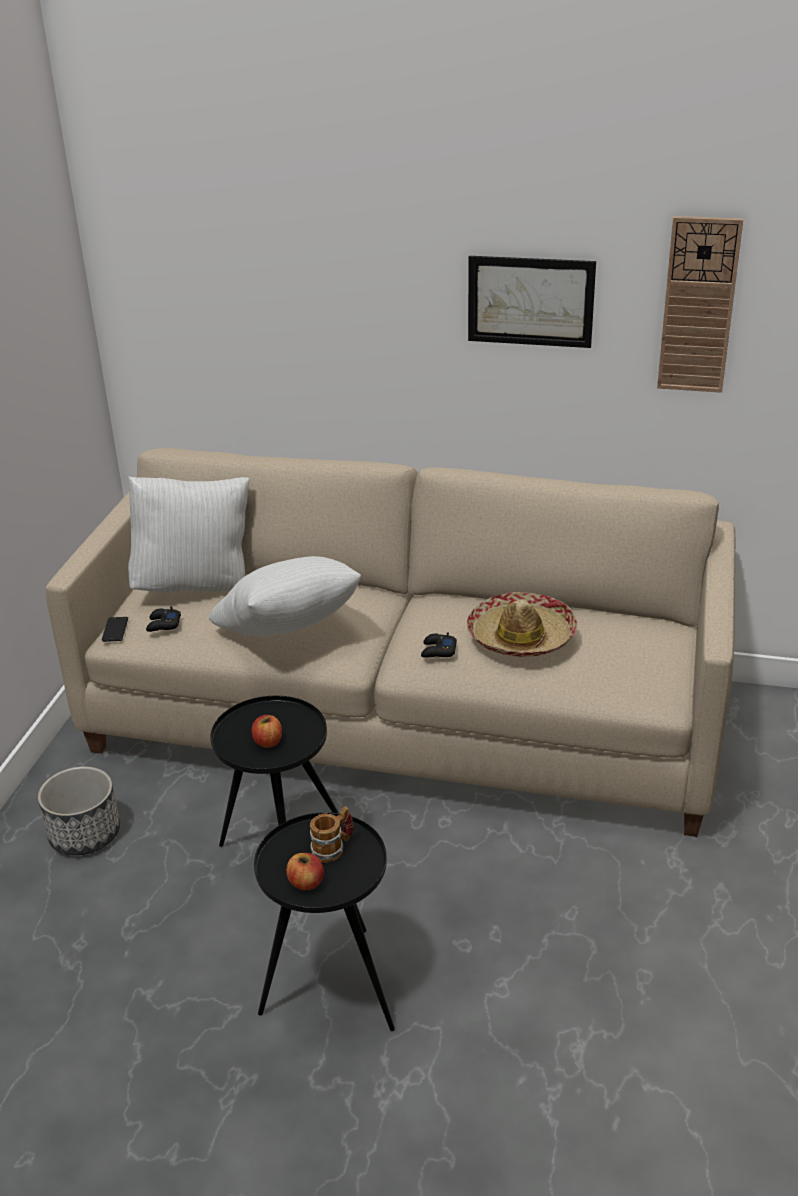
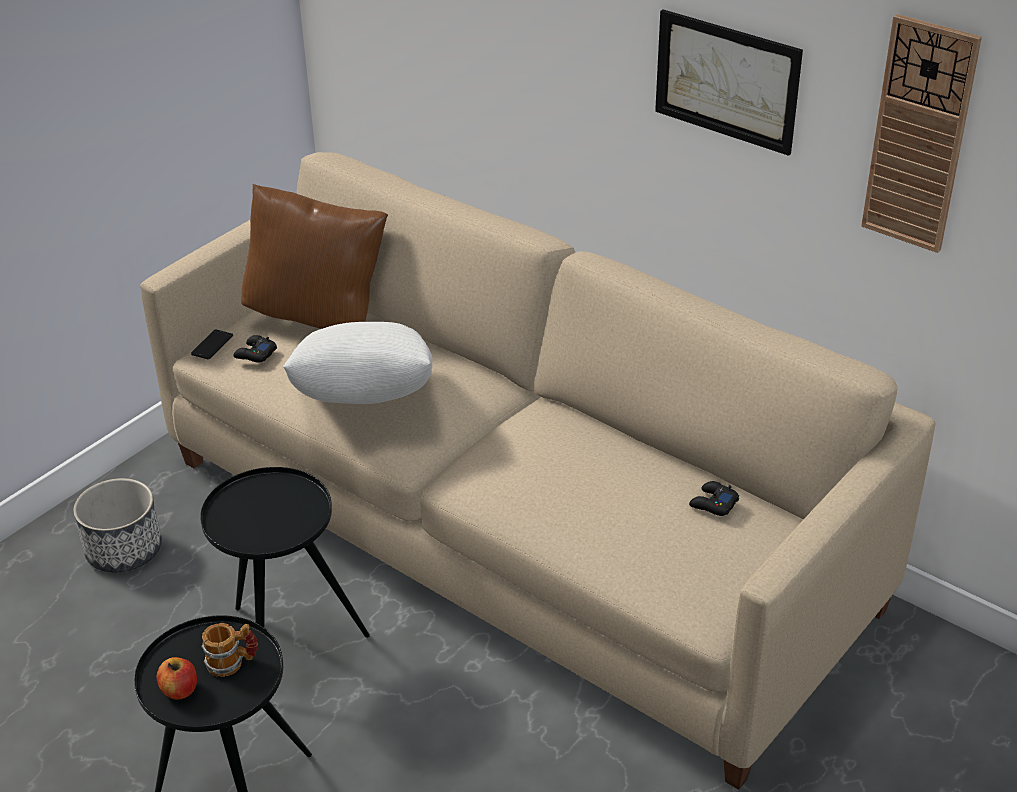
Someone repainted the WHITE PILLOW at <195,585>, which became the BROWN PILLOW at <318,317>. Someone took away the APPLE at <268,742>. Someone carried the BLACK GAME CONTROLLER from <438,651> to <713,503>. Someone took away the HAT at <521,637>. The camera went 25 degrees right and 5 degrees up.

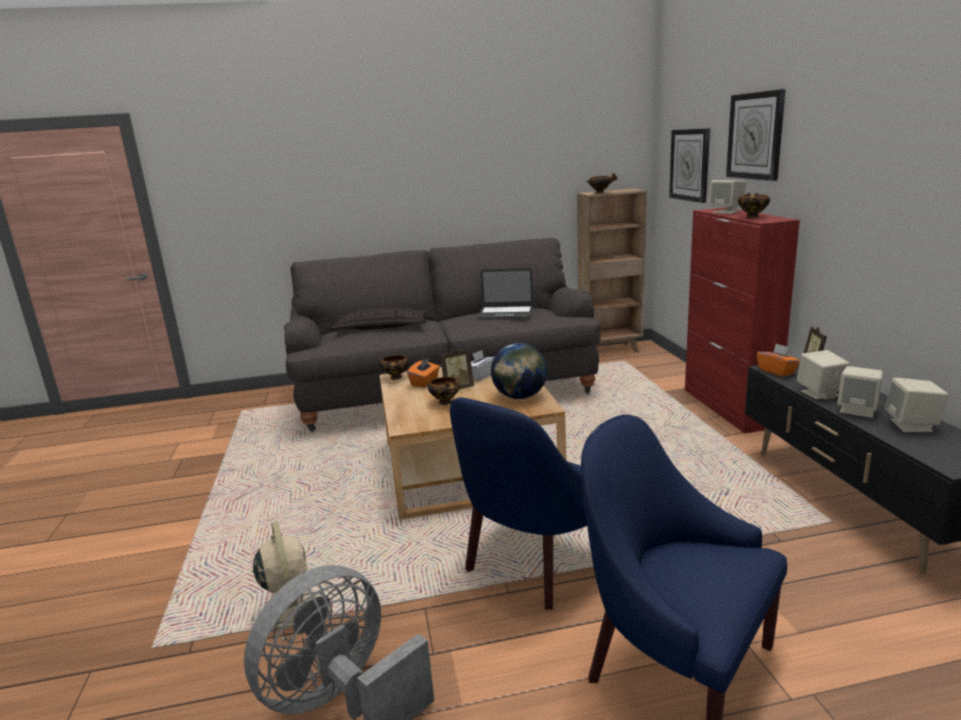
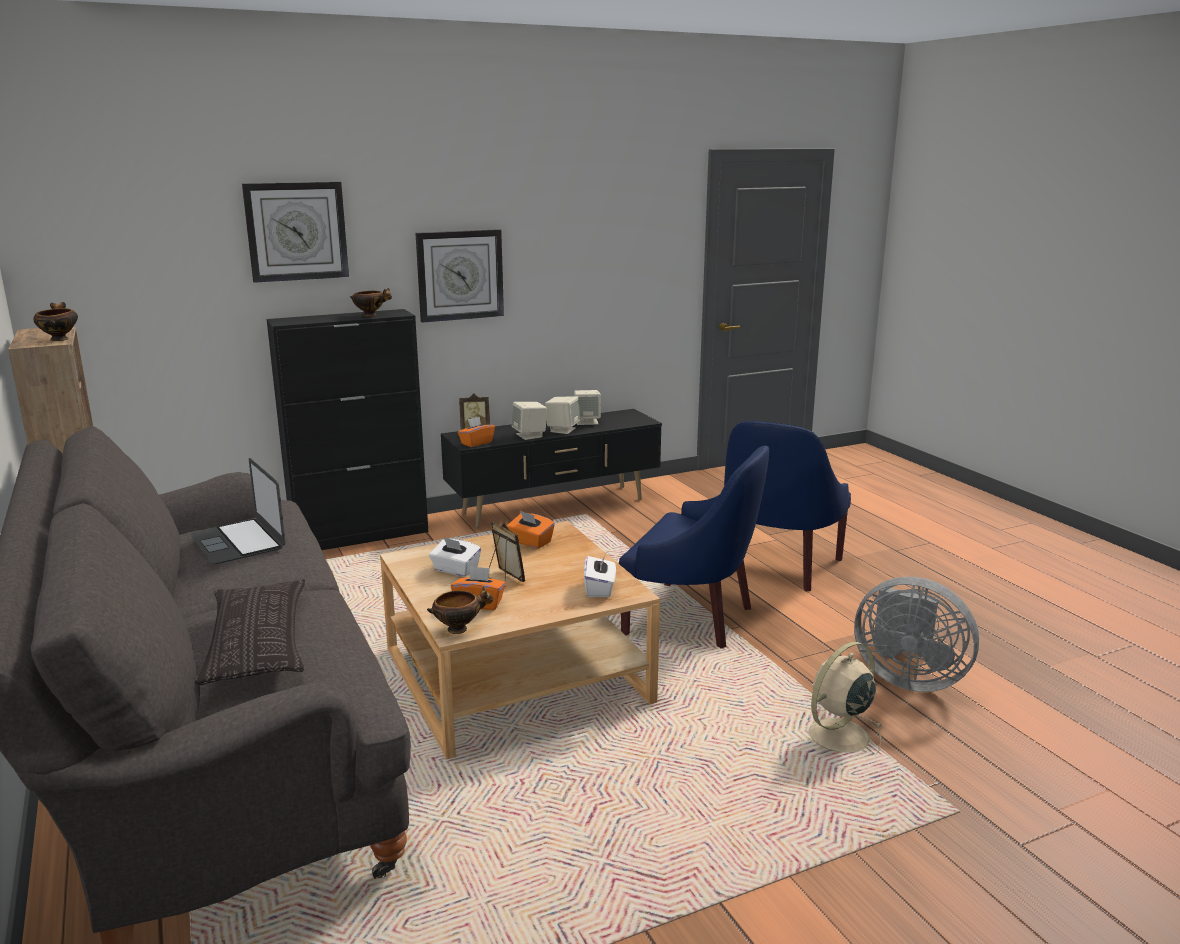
Someone took away the BOWL at <446,403>. Someone rotated the LAPTOP at <505,312> by 150 degrees clockwise. Someone swapped the GLOBE at <520,397> for the ORANGE TISSUE BOX at <530,542>. Someone carried the WALL CLOCK from <690,165> to <460,275>. Someone repainted the RED CABINET at <728,408>, which became the BLACK CABINET at <361,535>. Someone took away the BEIGE SPEAKER at <726,212>. Someone put down the WHITE TISSUE BOX at <600,589>. The camera went 105 degrees left and 0 degrees up.

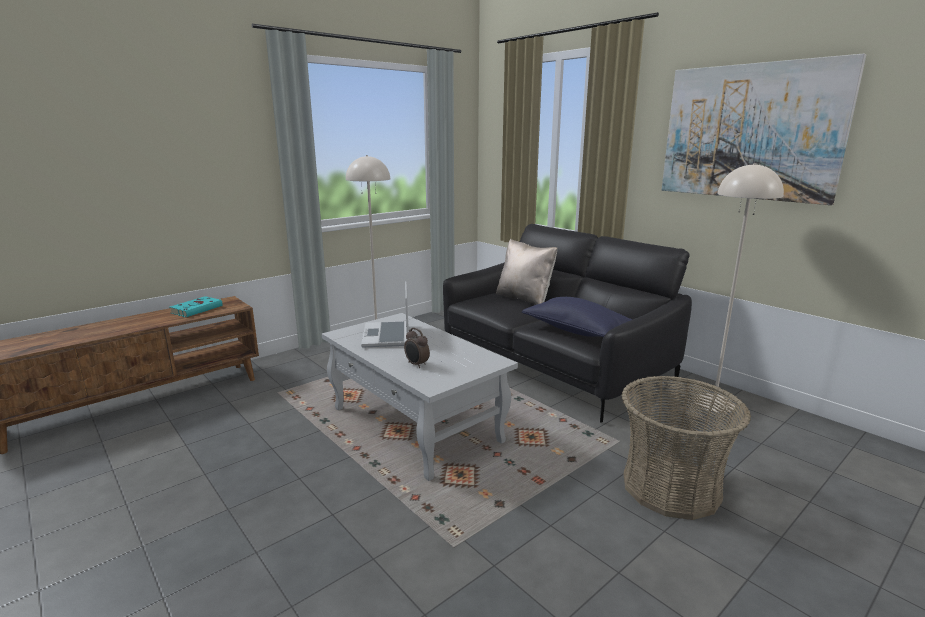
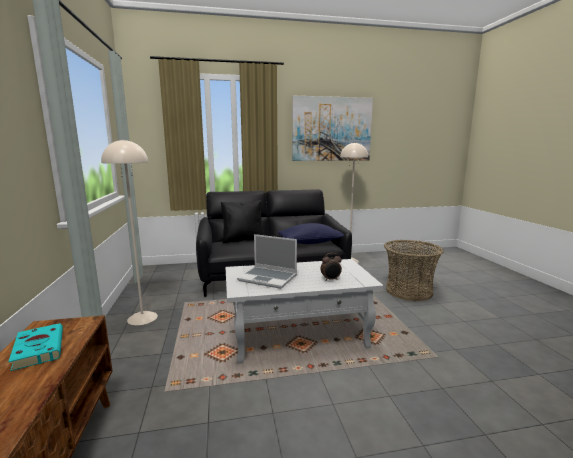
Someone repainted the BEIGE PILLOW at <524,298>, which became the BLACK PILLOW at <243,240>. The camera went 60 degrees left and 5 degrees down.

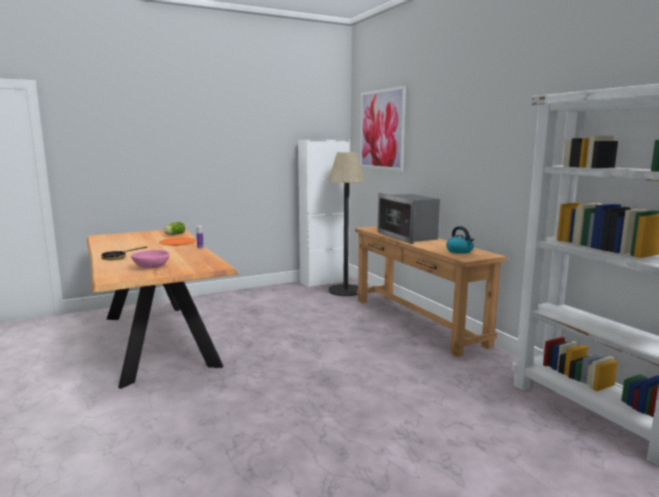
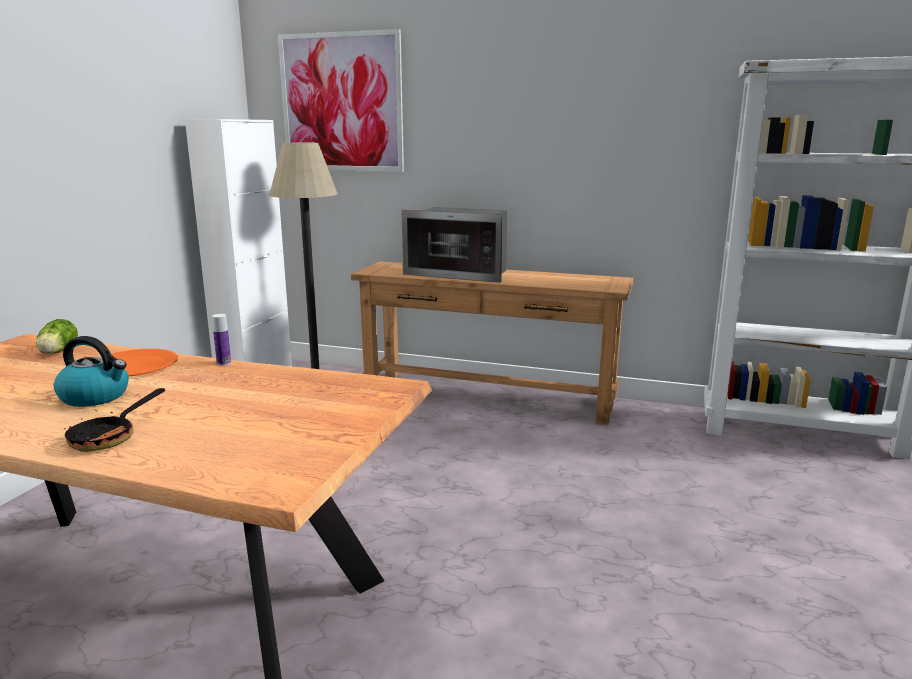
Someone took away the PINK BOWL at <151,267>. Someone carried the KETTLE from <460,251> to <96,396>. The camera went 45 degrees left and 5 degrees up.

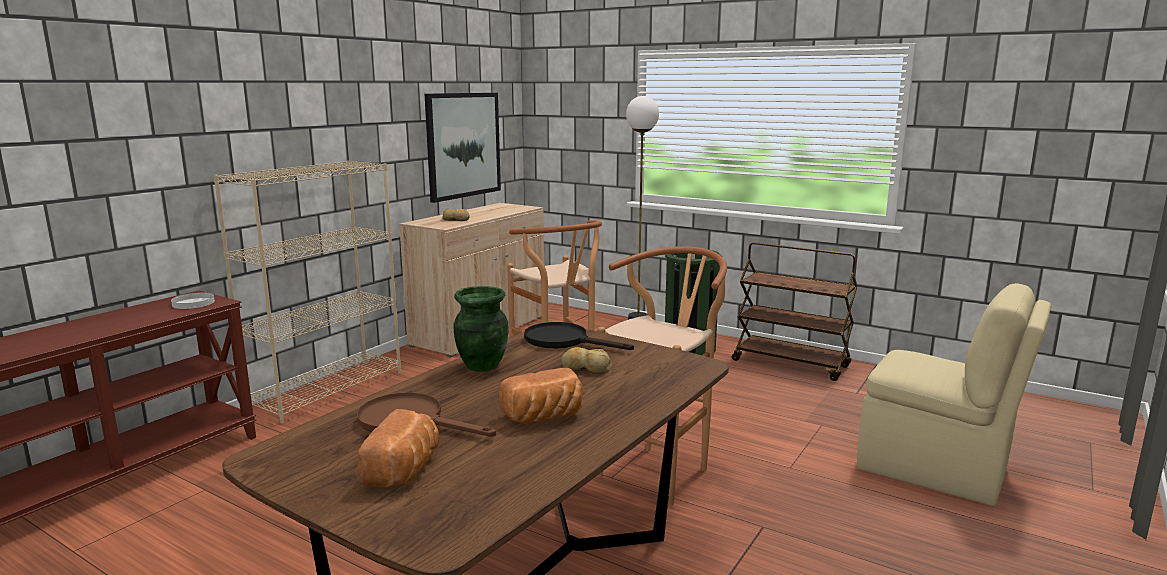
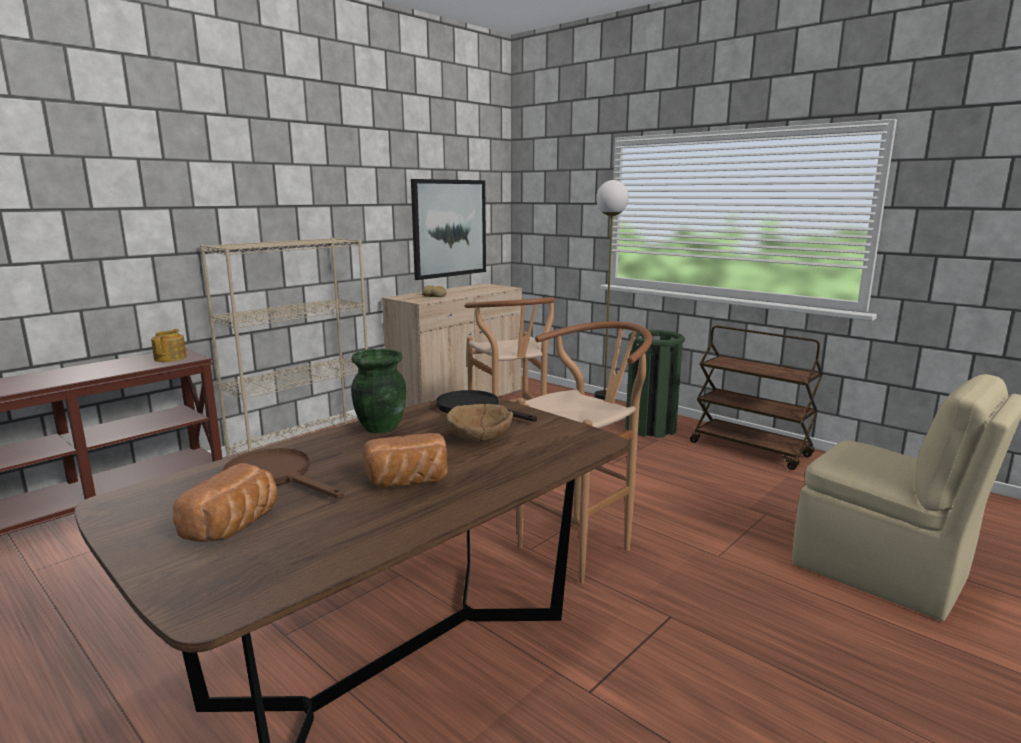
Someone swapped the WHITE PLATE at <193,303> for the TEAPOT at <171,358>. Someone swapped the BREAD at <585,368> for the BROWN BOWL at <479,437>. The camera went 10 degrees right and 0 degrees up.

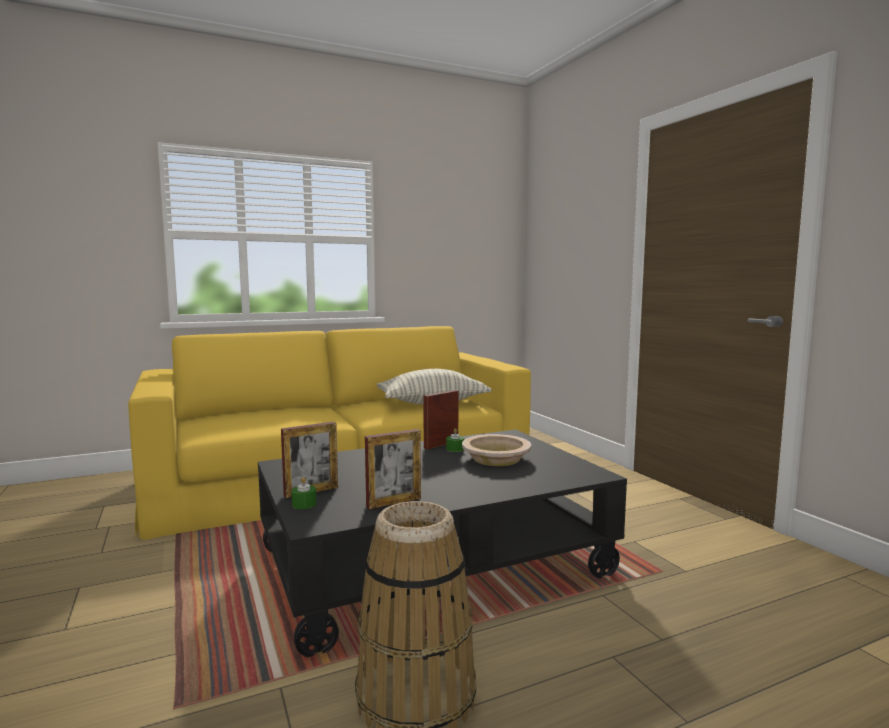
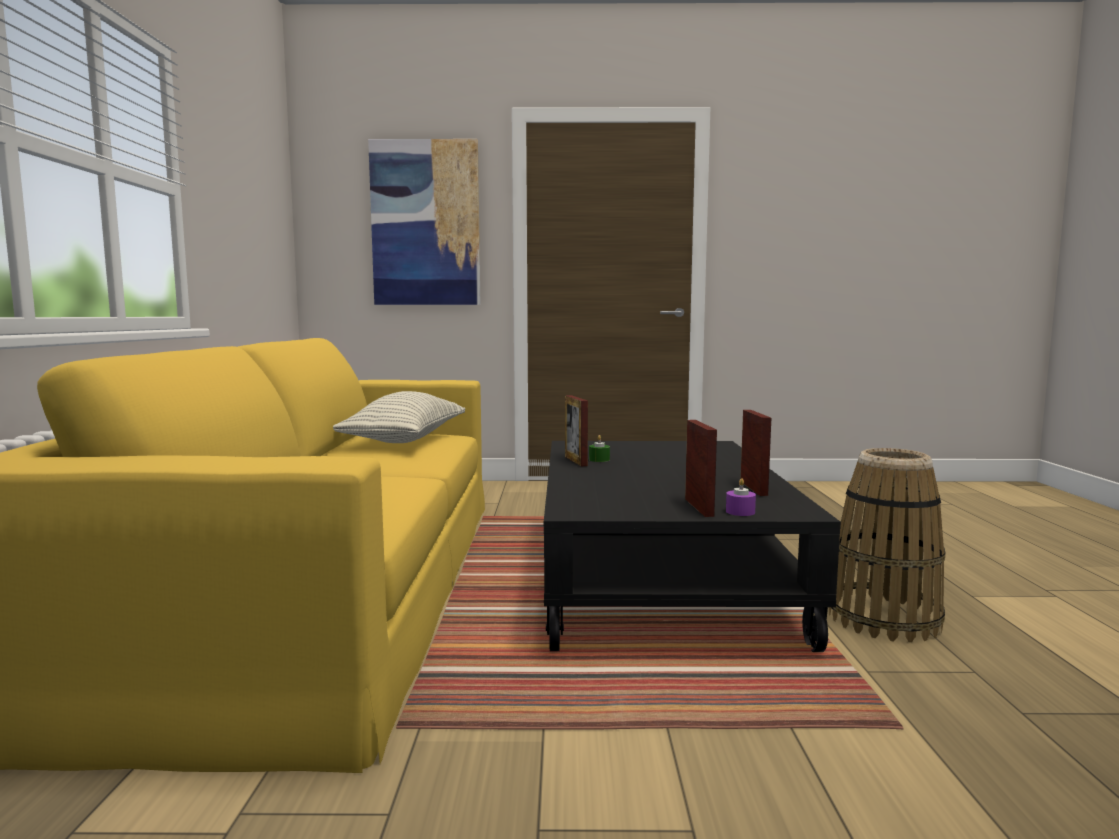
Someone repainted the GREEN CANDLE at <304,504>, which became the PURPLE CANDLE at <740,512>. Someone took away the BEIGE BOWL at <496,458>. Someone put up the PICTURE at <426,224>. The camera went 65 degrees left and 0 degrees up.

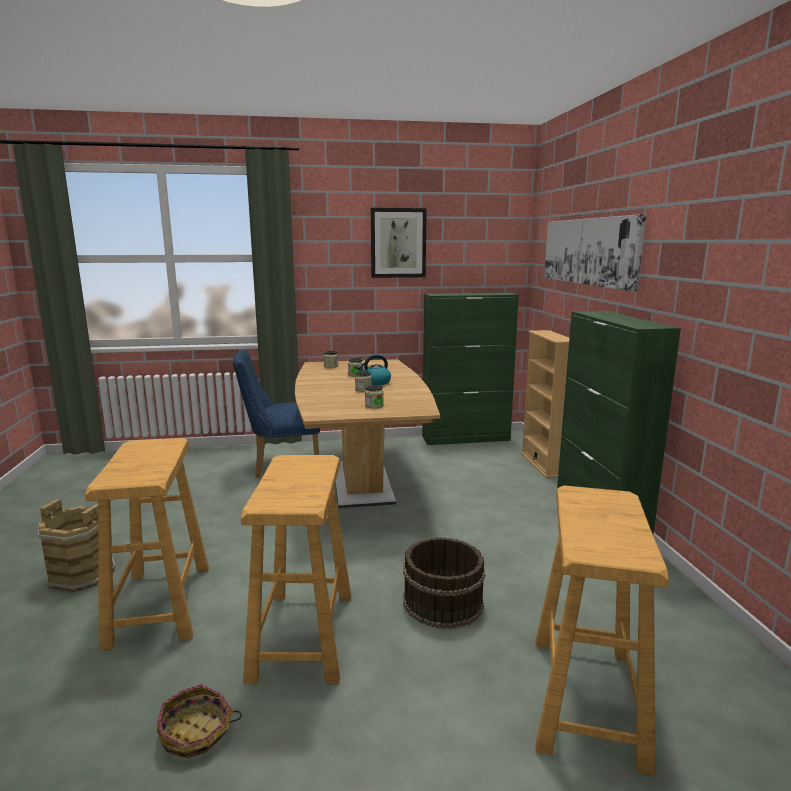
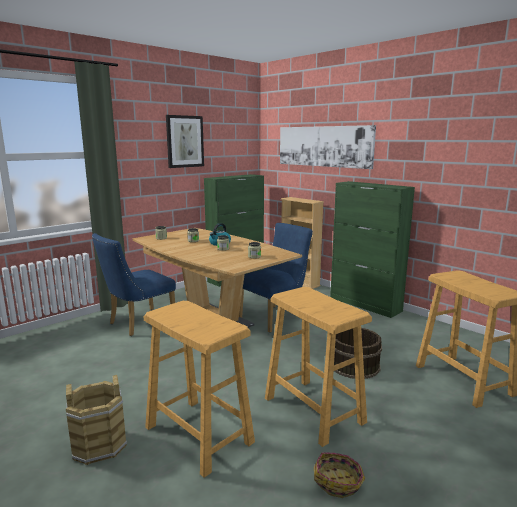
Someone put down the BLUE CHAIR at <275,317>. The camera went 35 degrees left and 0 degrees up.

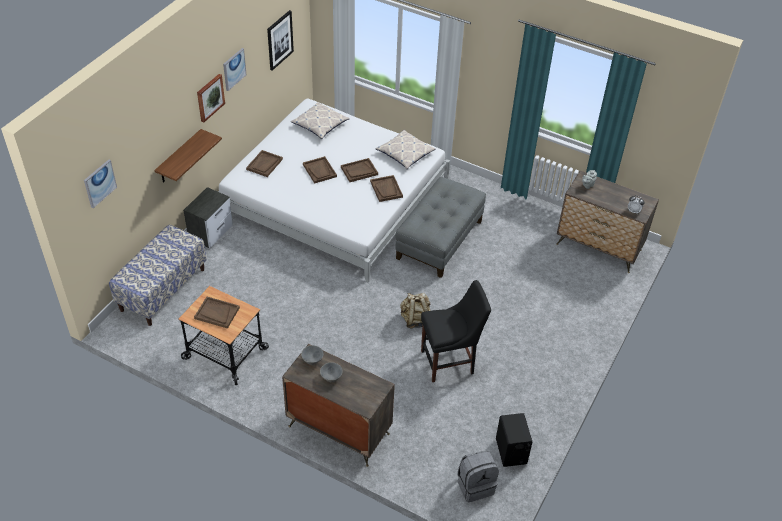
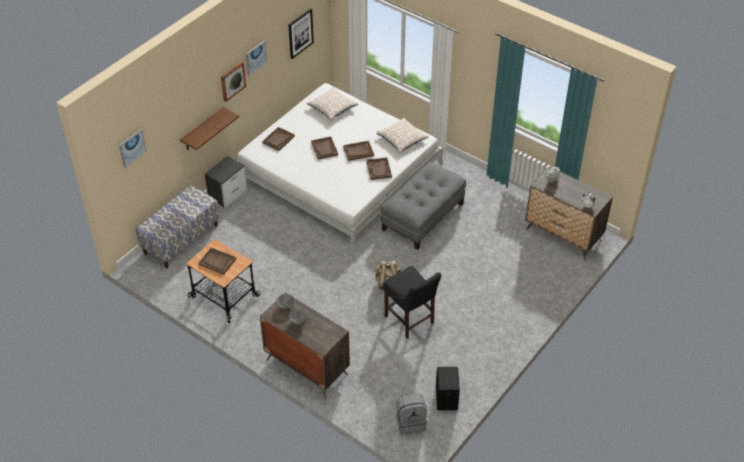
Someone rotated the BLACK CHAIR at <450,362> by 60 degrees clockwise. The camera went 10 degrees right and 0 degrees up.

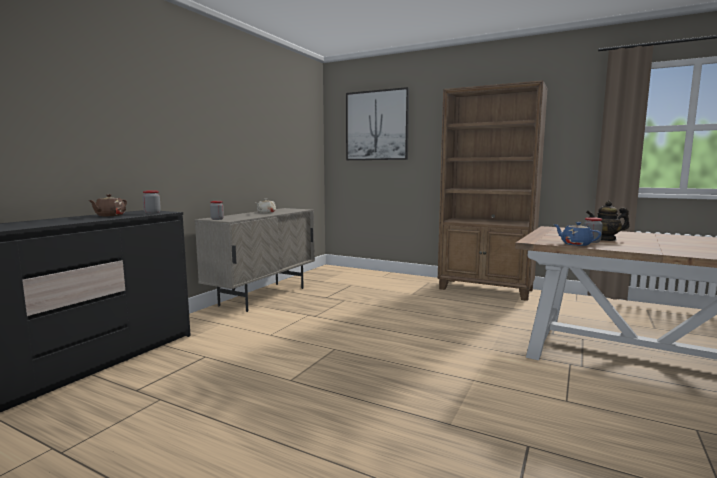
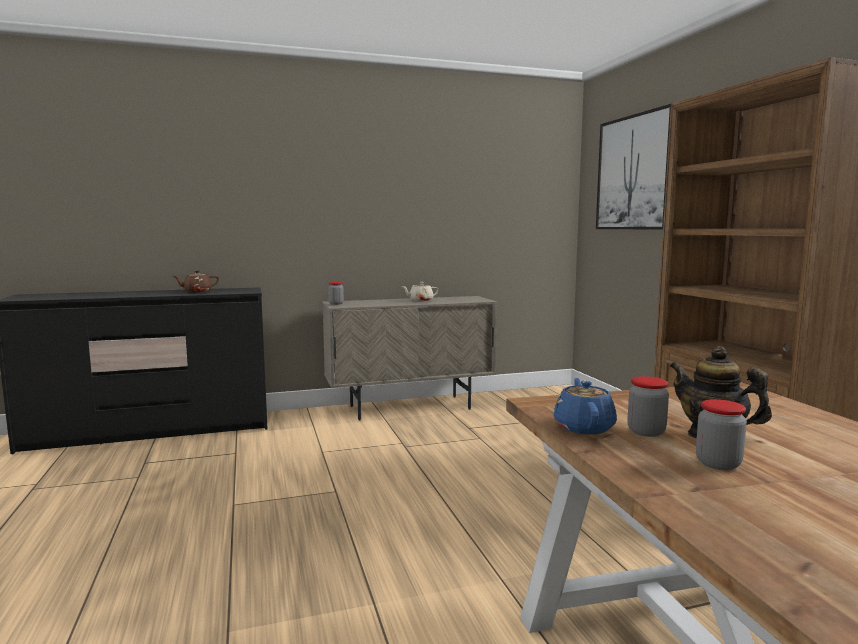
Someone carried the JAR from <152,213> to <718,464>. The camera went 45 degrees right and 0 degrees up.

